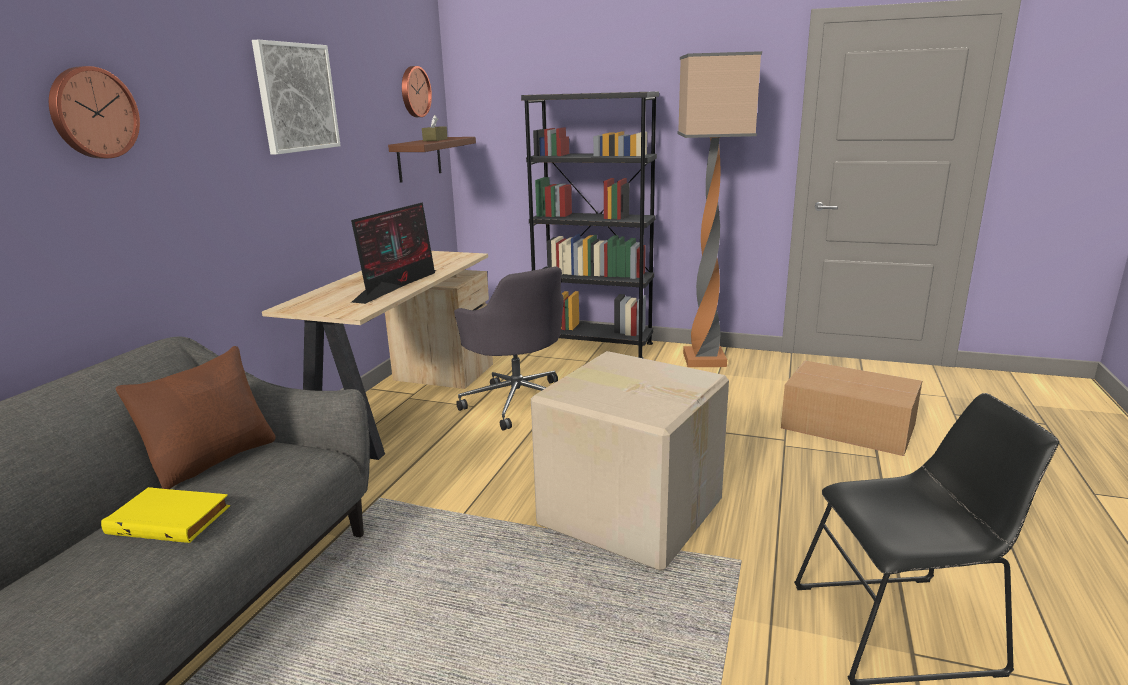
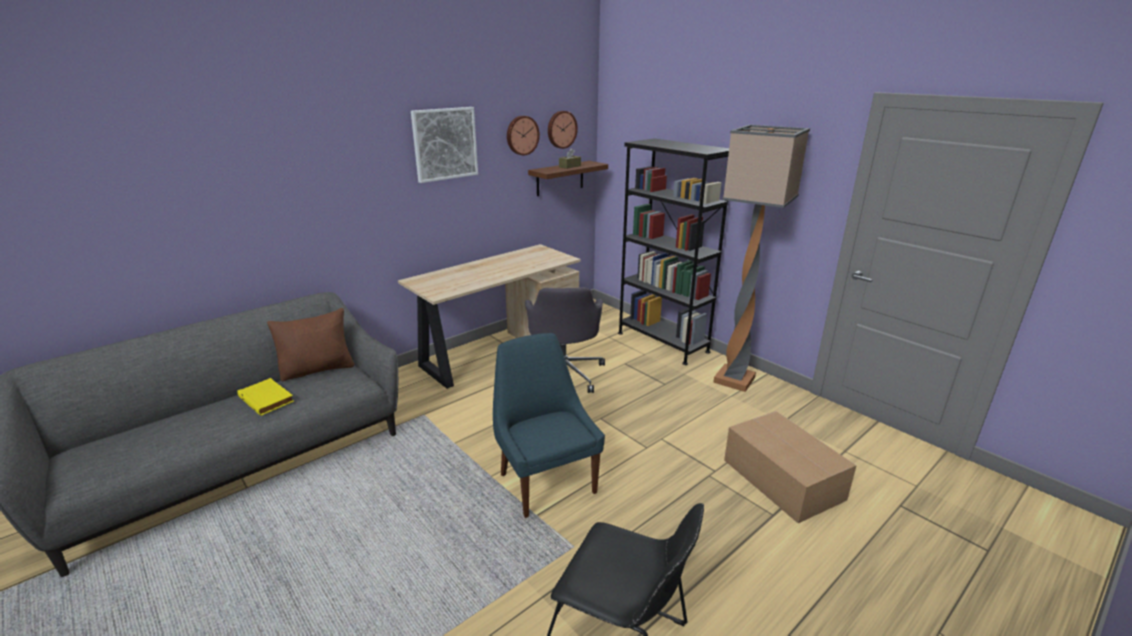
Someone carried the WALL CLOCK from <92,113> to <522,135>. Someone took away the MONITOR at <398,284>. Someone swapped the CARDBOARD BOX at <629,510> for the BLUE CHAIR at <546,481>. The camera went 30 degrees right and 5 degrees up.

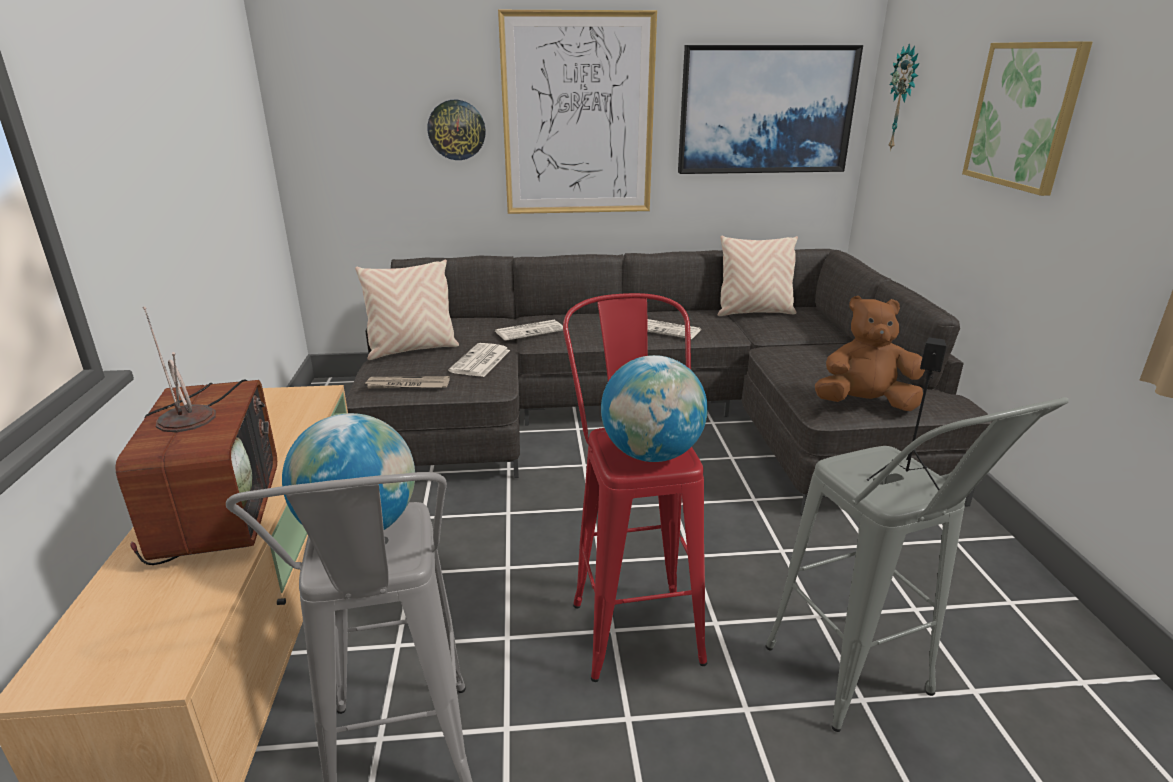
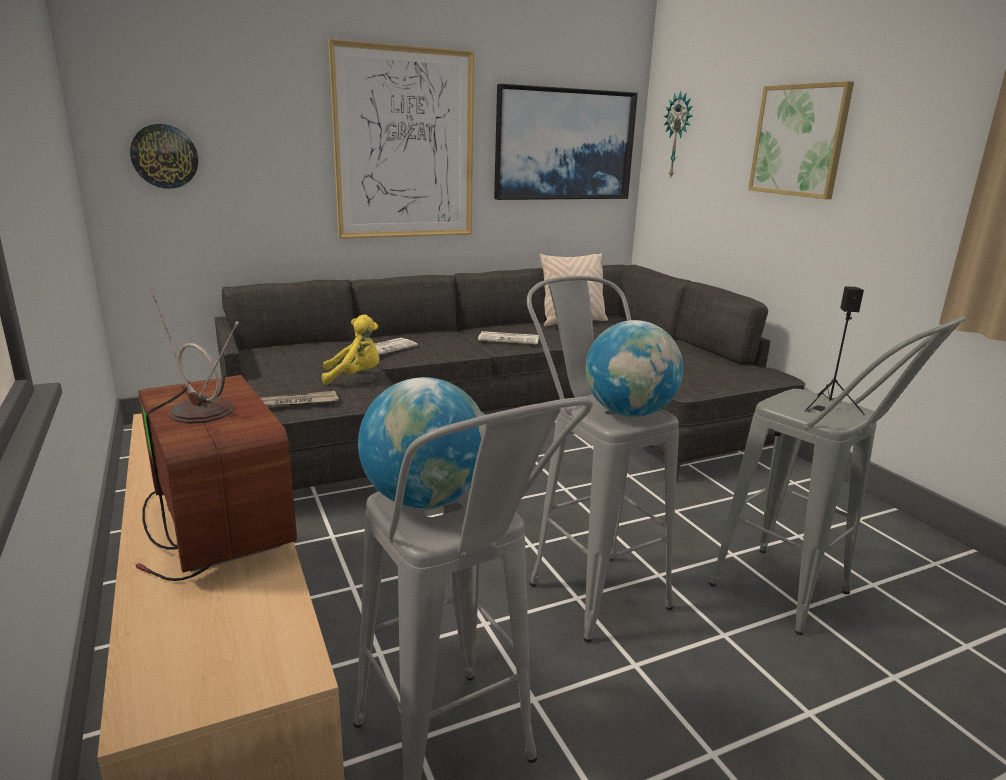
Someone took away the BEIGE PILLOW at <412,350>. Someone carried the WALL CLOCK from <456,130> to <164,156>. Someone swapped the NEWSPAPER at <480,361> for the YELLOW PLUSH TOY at <354,377>. Someone repainted the RED STOOL at <631,617>, which became the GREY STOOL at <586,584>. Someone took away the BROWN PLUSH TOY at <864,404>. The camera went 20 degrees left and 5 degrees down.

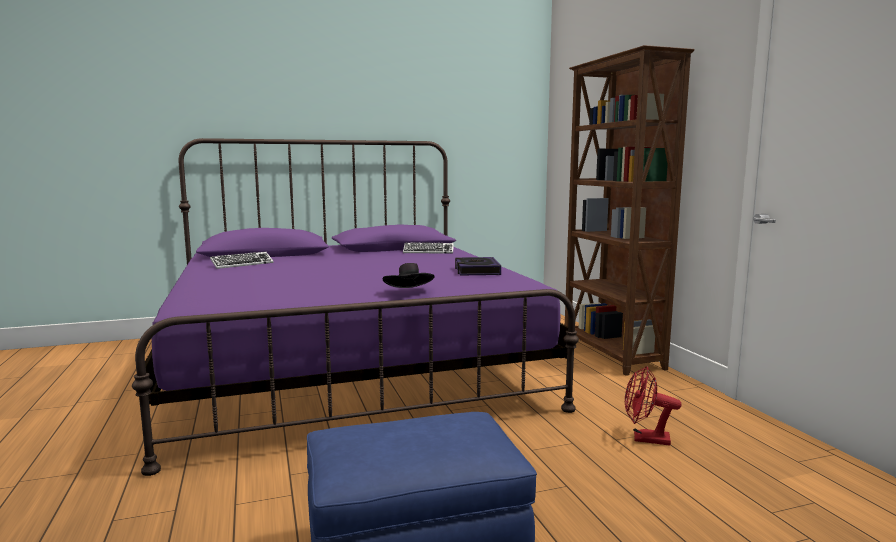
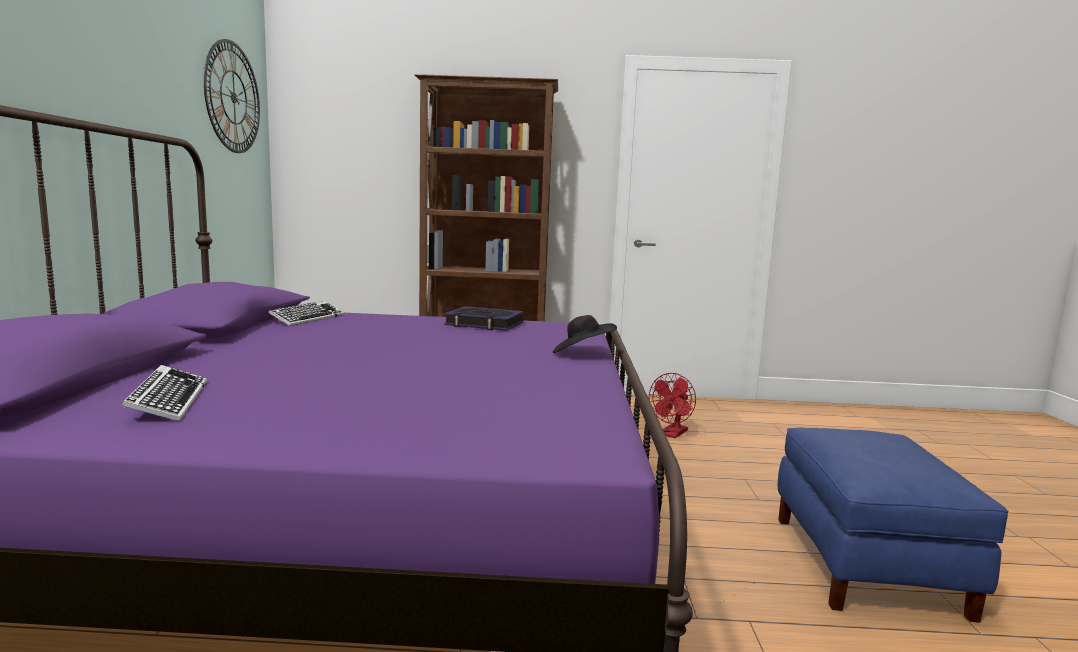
Someone put up the WALL CLOCK at <233,97>. The camera went 70 degrees left and 0 degrees up.

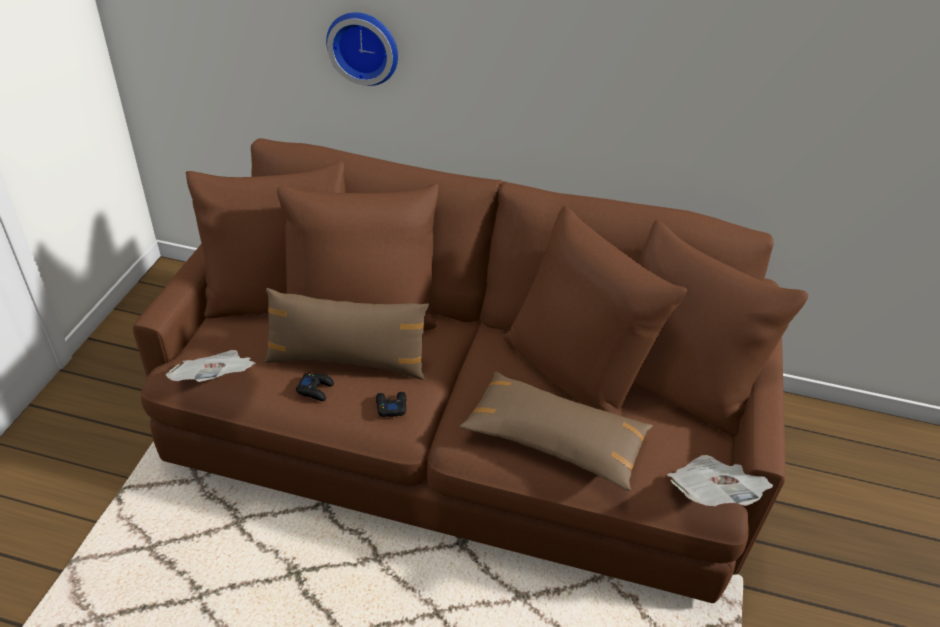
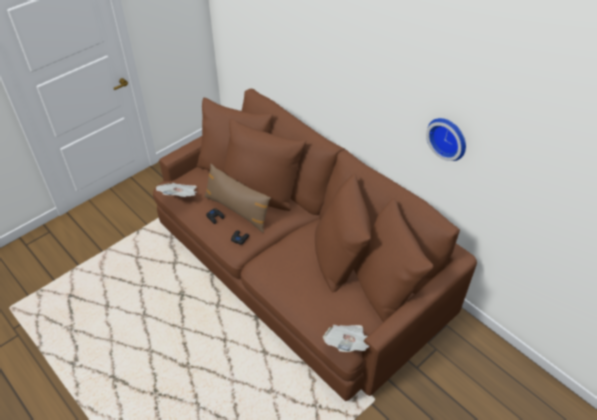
Someone carried the WALL CLOCK from <364,47> to <448,137>. Someone took away the BROWN PILLOW at <554,439>. The camera went 35 degrees right and 5 degrees up.

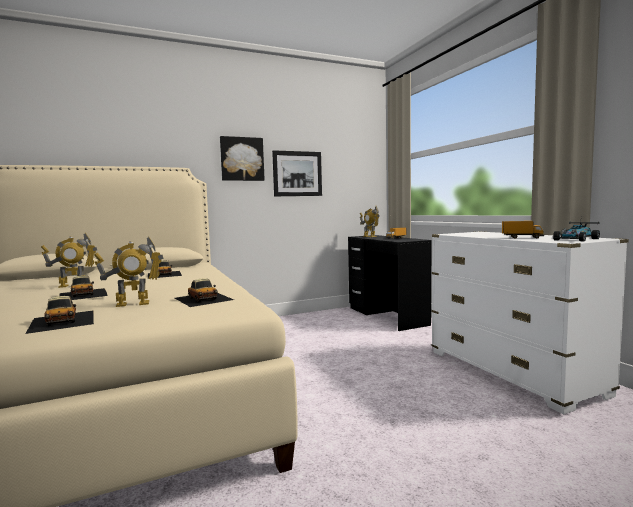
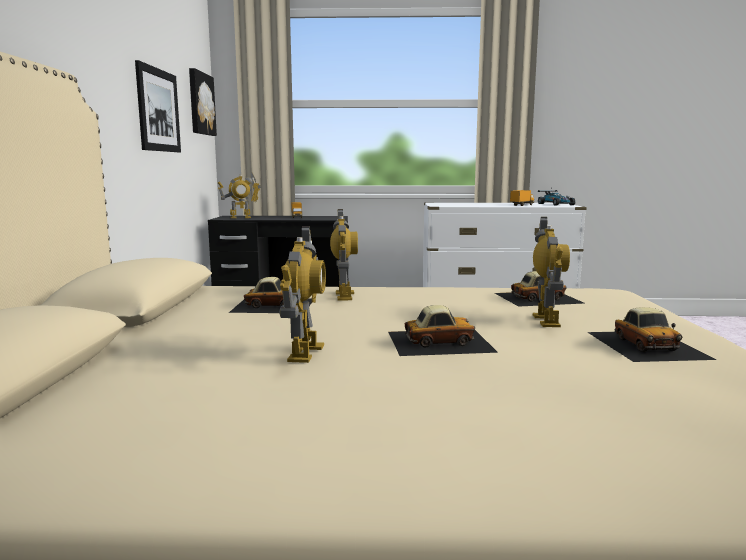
Someone rotated the TOY CAR at <63,320> by 90 degrees clockwise. Someone carried the PICTURE from <242,159> to <200,104>. Someone put down the TOY ROBOT at <344,296>. The camera went 65 degrees left and 5 degrees up.

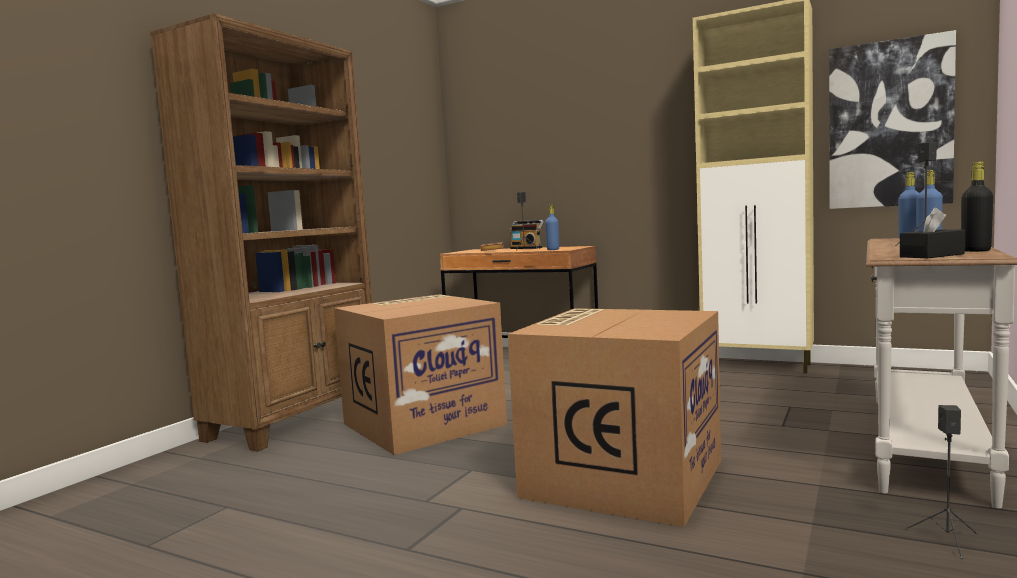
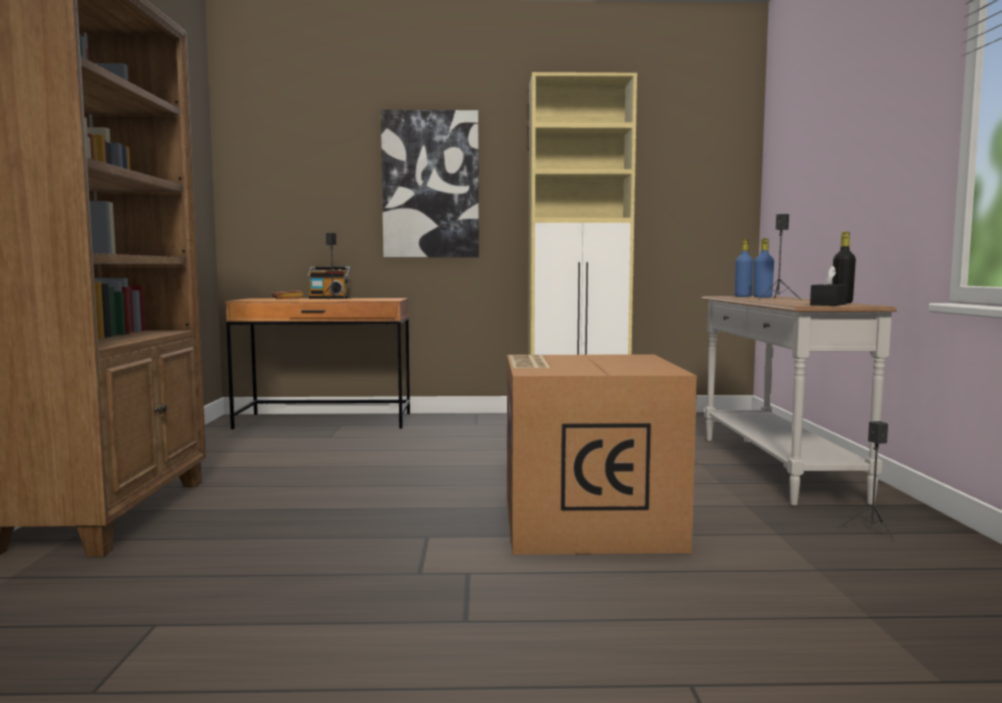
Someone took away the CARDBOARD BOX at <424,423>. Someone took away the BLUE BOTTLE at <553,250>. Someone carried the PICTURE from <889,124> to <430,185>. The camera went 30 degrees left and 0 degrees up.

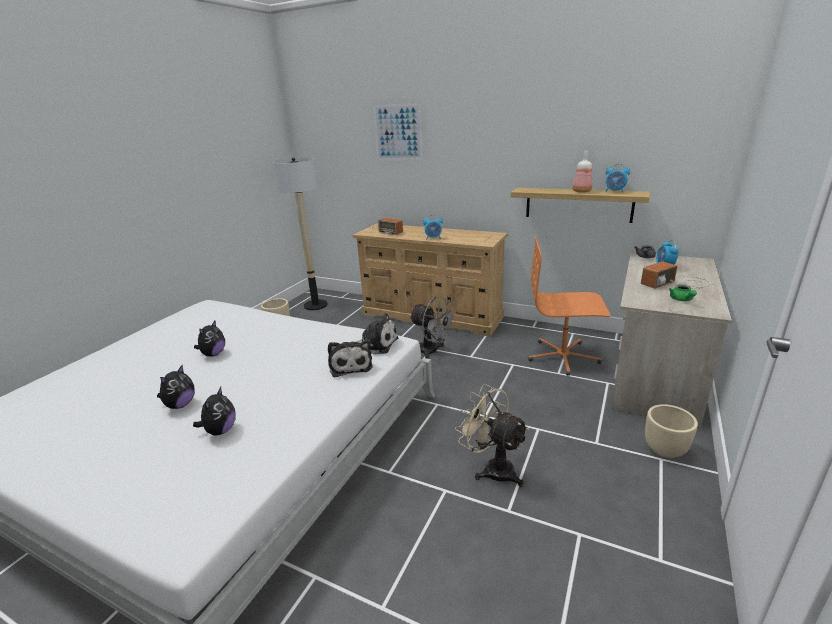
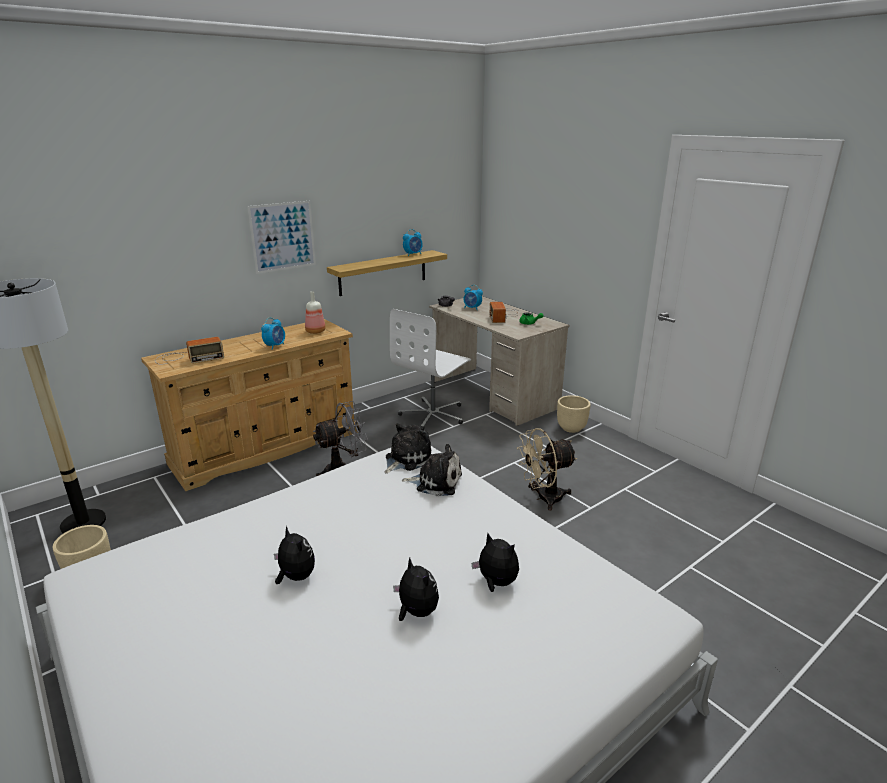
Someone carried the PICTURE from <398,132> to <283,236>. Someone repainted the ORANGE OFFICE CHAIR at <563,357>, which became the WHITE OFFICE CHAIR at <433,415>. Someone carried the BOTTLE from <581,191> to <315,332>. The camera went 65 degrees left and 0 degrees up.

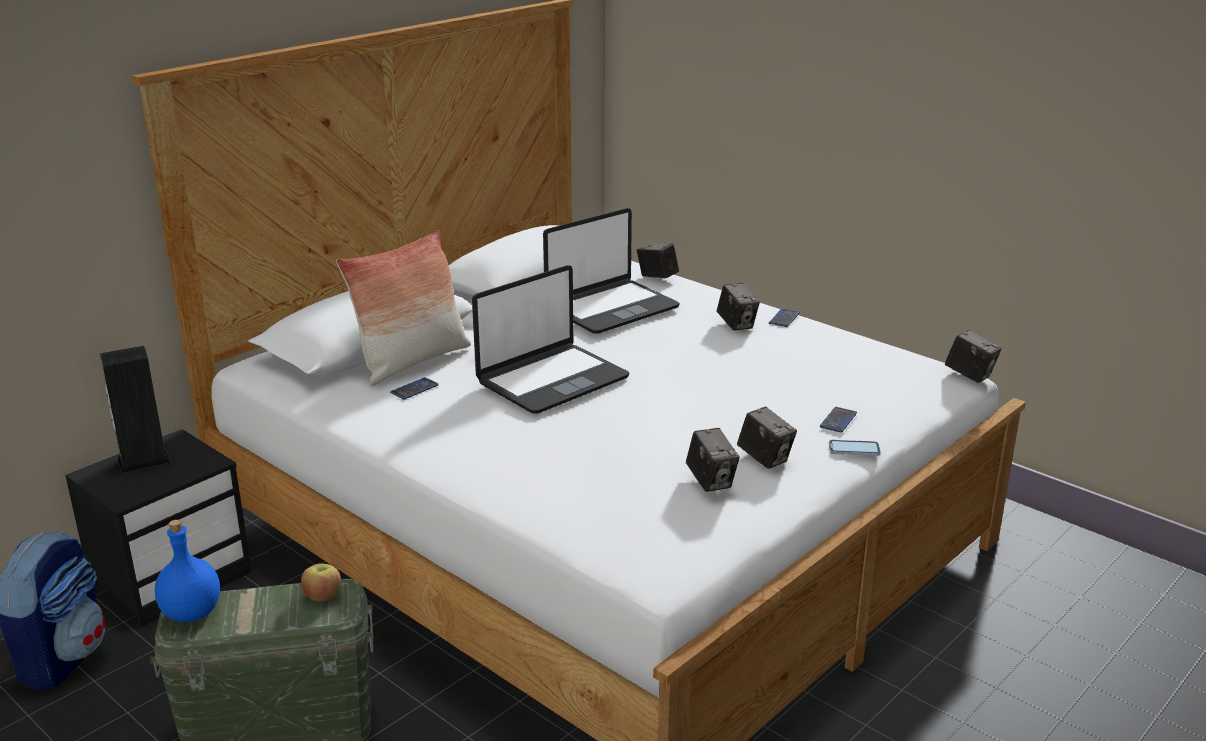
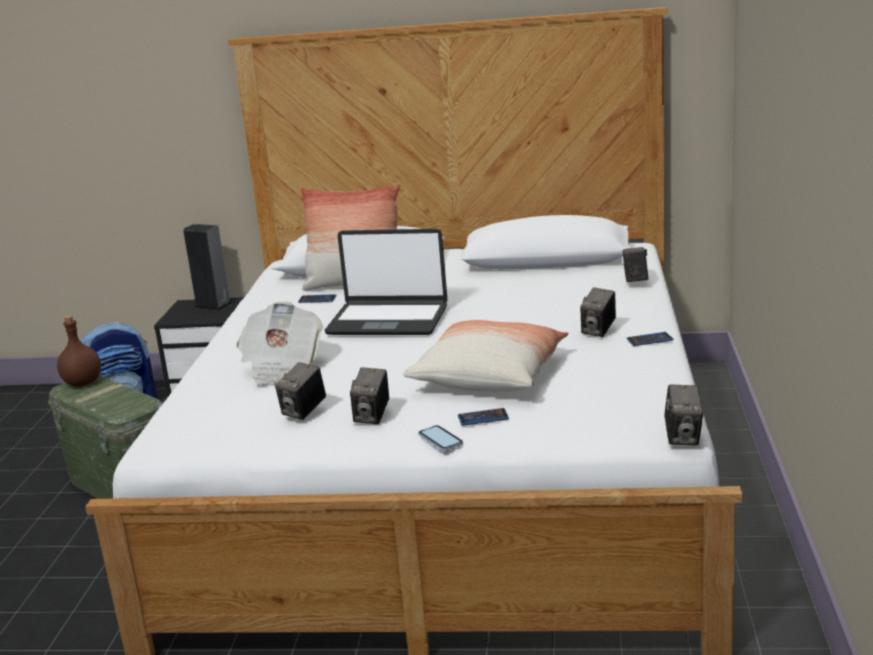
Someone repainted the BLUE BOTTLE at <190,613>, which became the BROWN BOTTLE at <82,383>. Someone took away the APPLE at <323,596>. Someone took away the LAPTOP at <611,308>. Someone put down the NEWSPAPER at <281,365>. Someone put down the PILLOW at <490,376>. The camera went 55 degrees right and 5 degrees down.

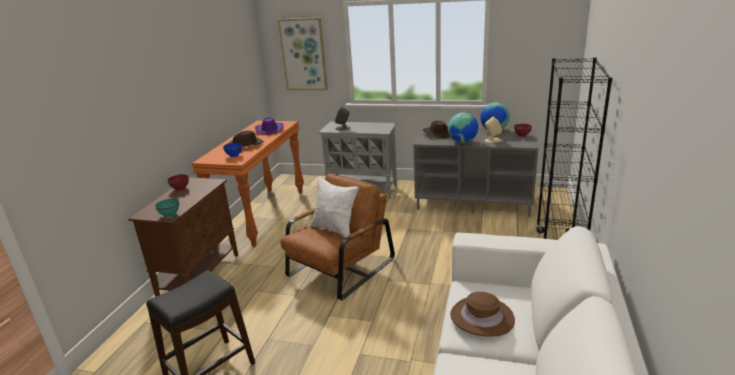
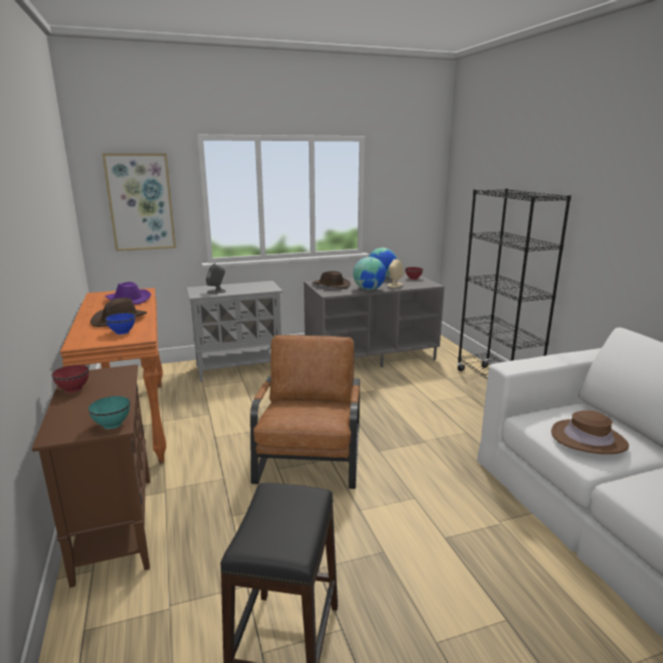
Someone took away the WHITE PILLOW at <335,229>. The camera went 35 degrees left and 5 degrees down.

